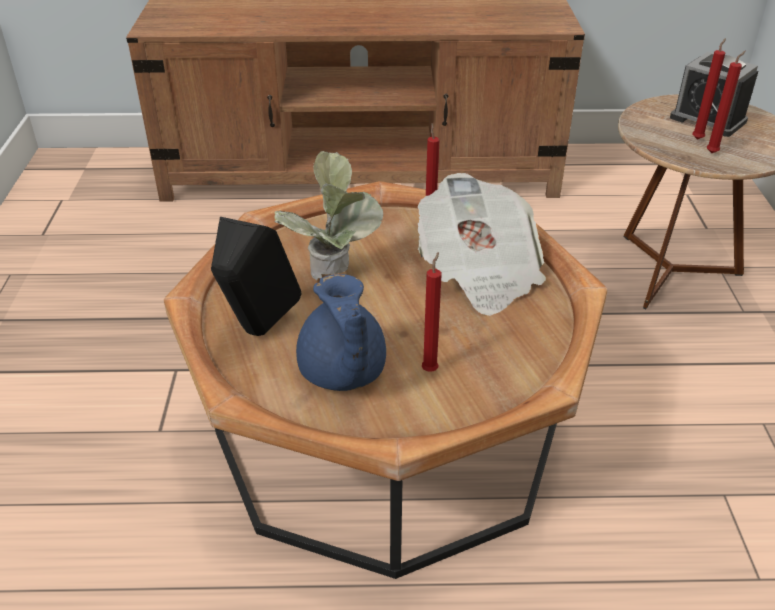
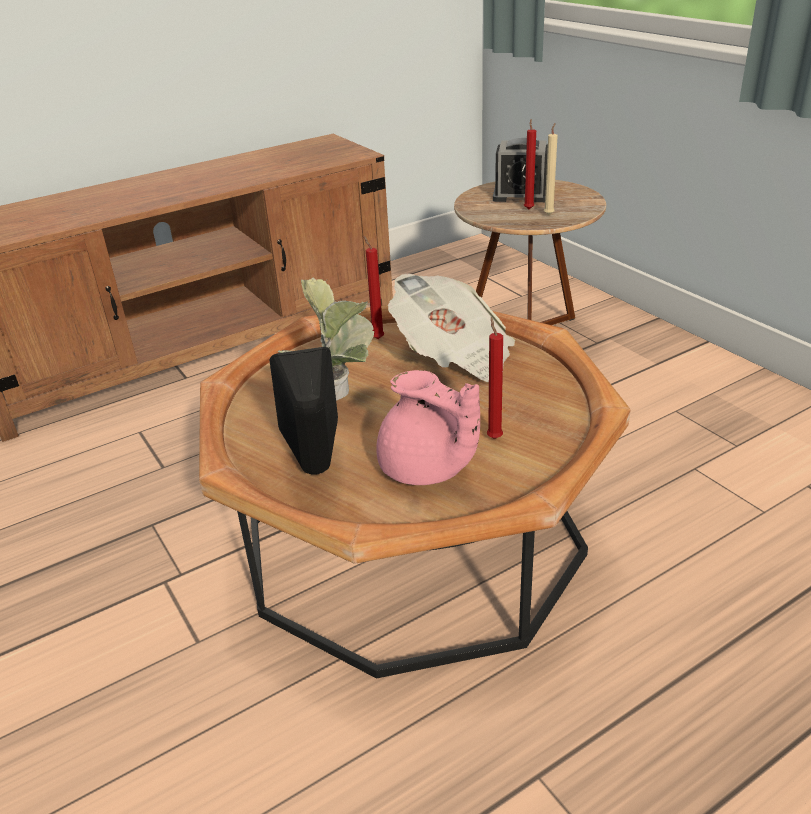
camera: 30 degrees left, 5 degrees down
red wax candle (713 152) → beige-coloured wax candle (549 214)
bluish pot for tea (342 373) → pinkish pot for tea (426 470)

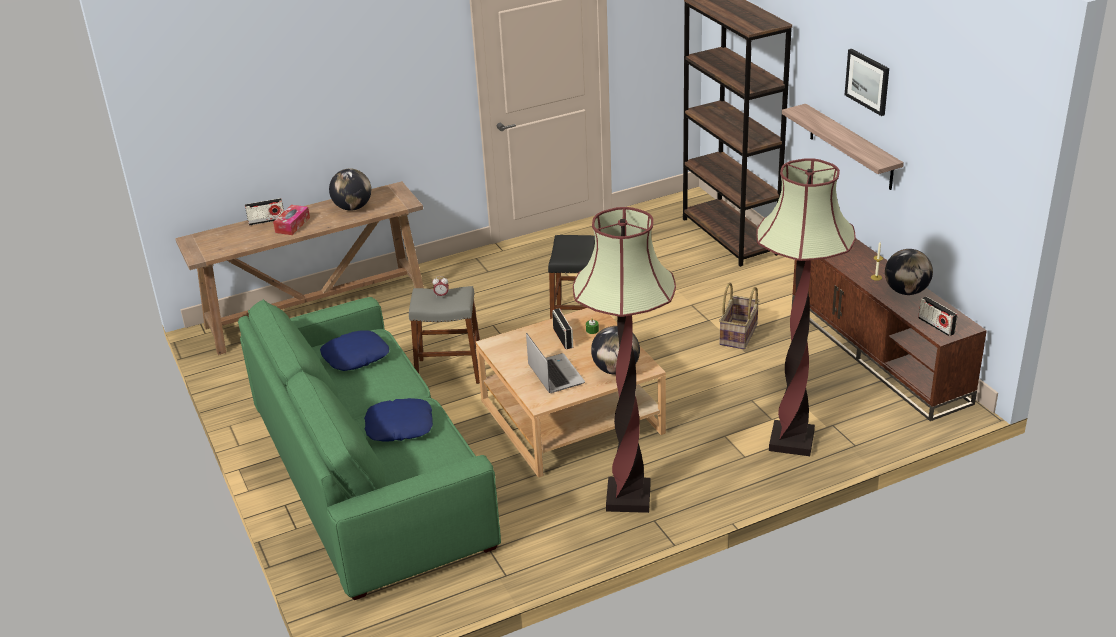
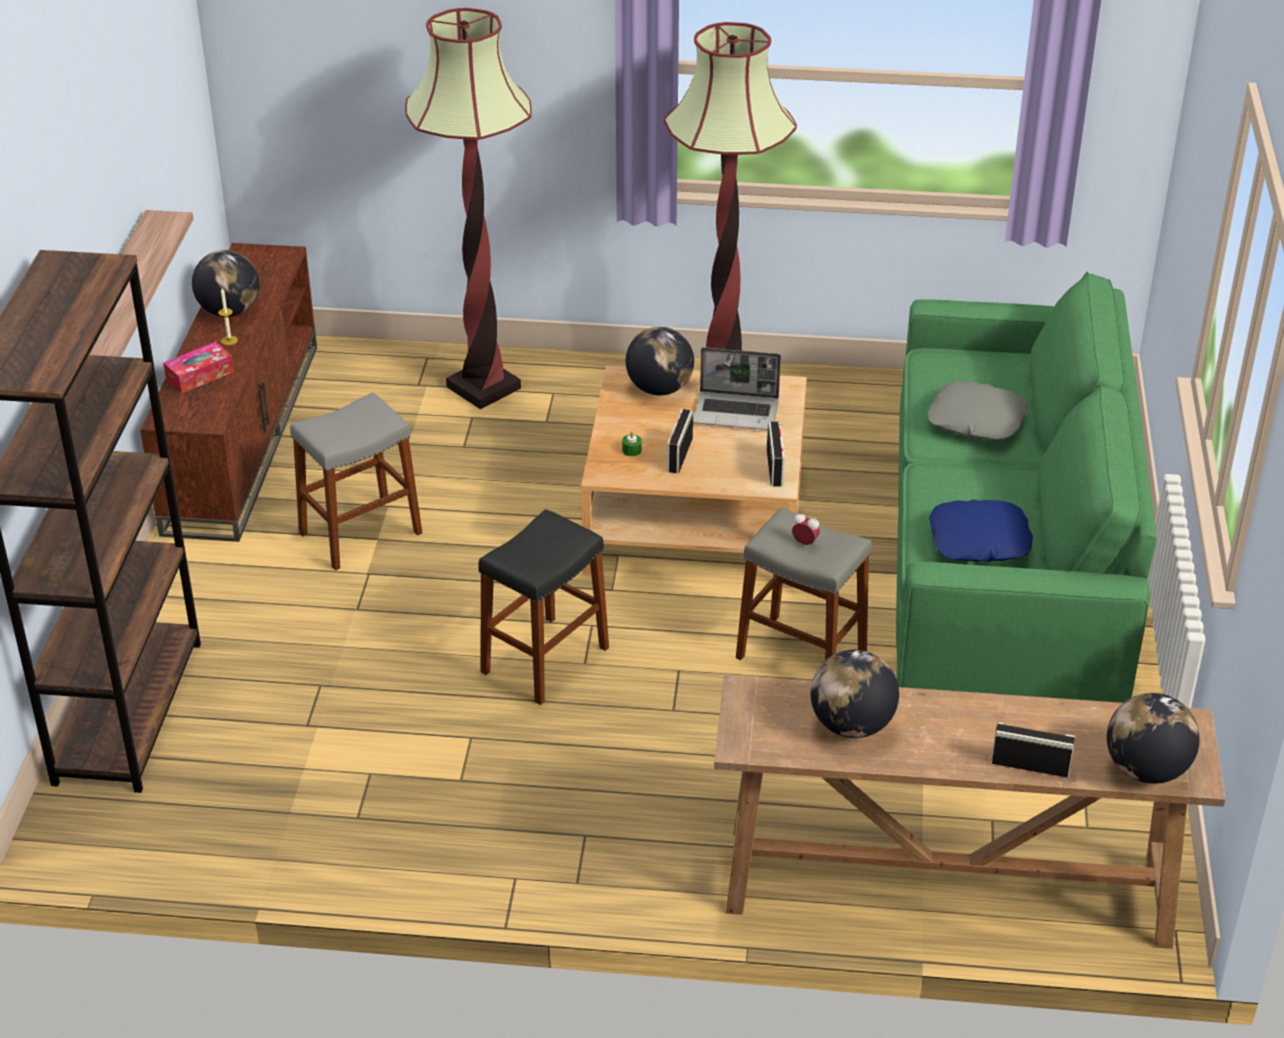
camera: 150 degrees left, 5 degrees up
wall picture (868 81) → -
tissue box (292 225) → tissue box (200 375), shifted
storage basket (739 334) → grey sitting stool (360 533)
radio receiver (936 326) → radio receiver (775 468), shifted
notebook computer (554 374) → notebook computer (737 412), 90 degrees counterclockwise
bluish cushion (399 426) → grey cushion (976 421)
- → globe (1146 770)

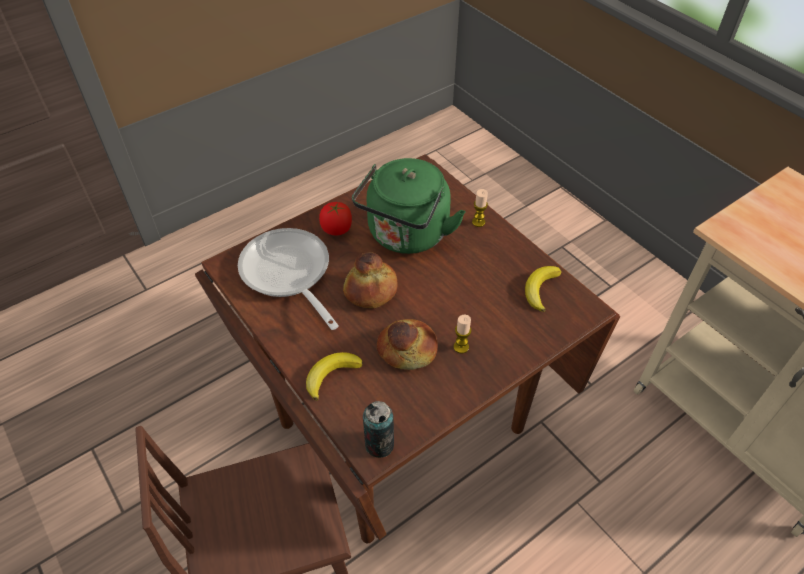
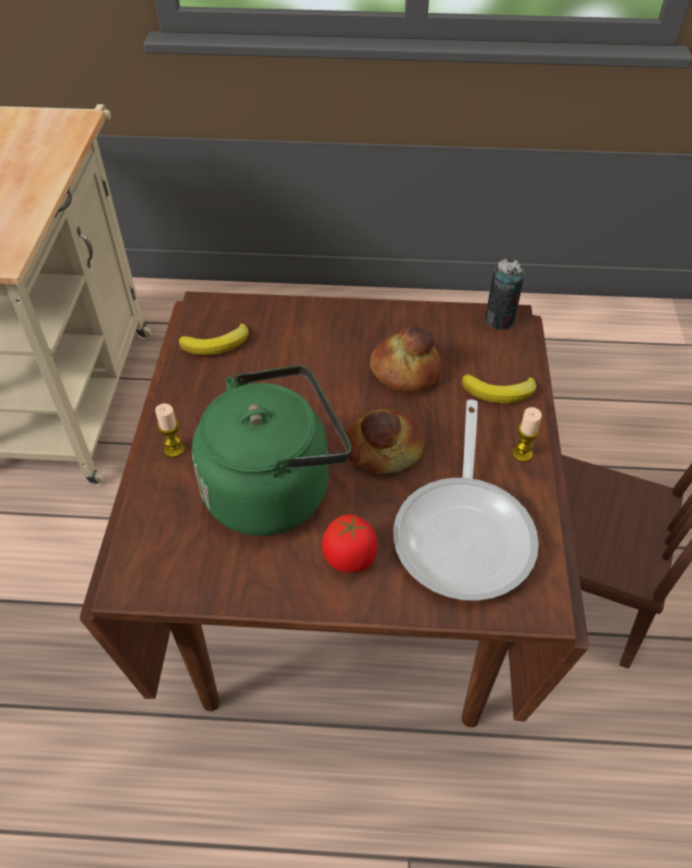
camera: 140 degrees left, 0 degrees up
wax candle (461 347) → wax candle (522 454), shifted

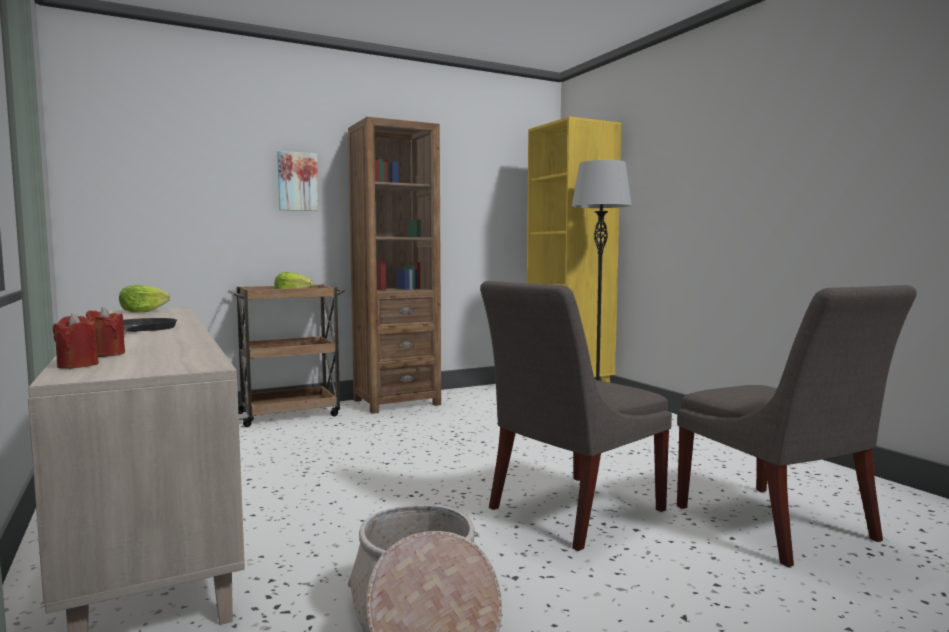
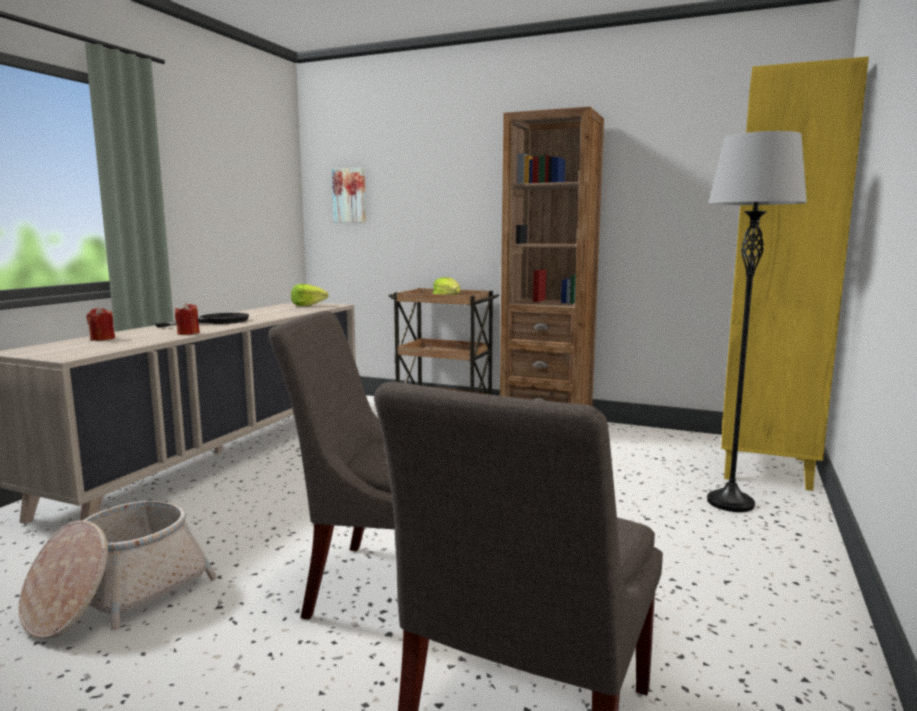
camera: 50 degrees right, 5 degrees up
wall picture (297 181) → wall picture (350 195), shifted
red wax candle (78 365) → red wax candle (188 333), shifted

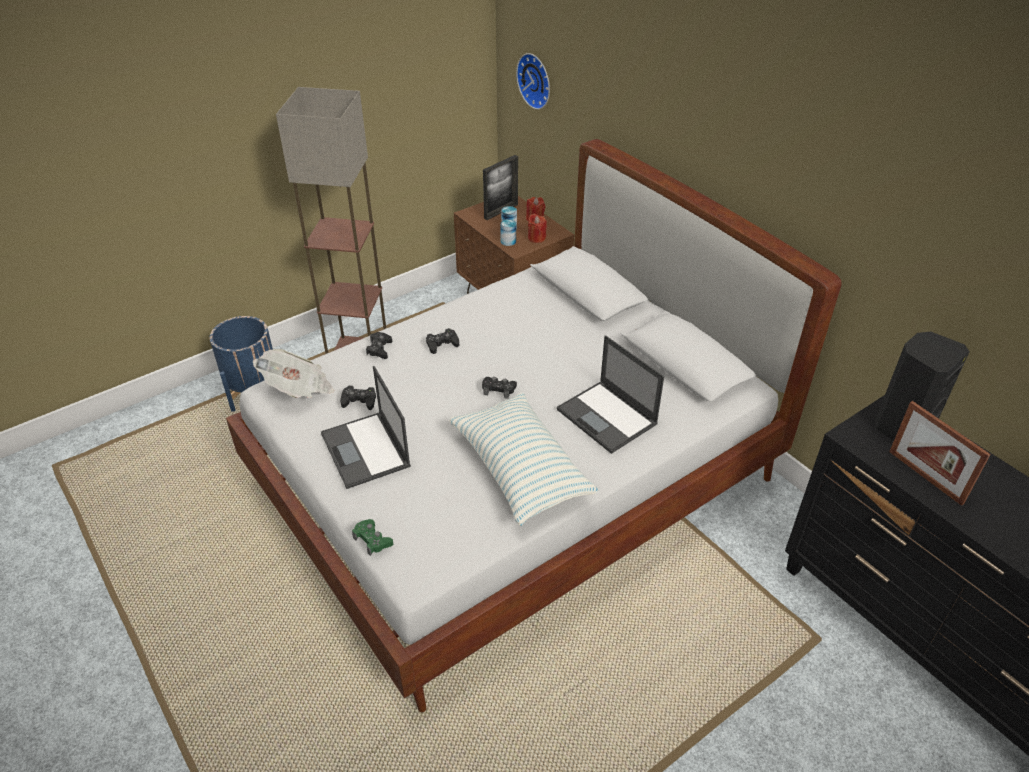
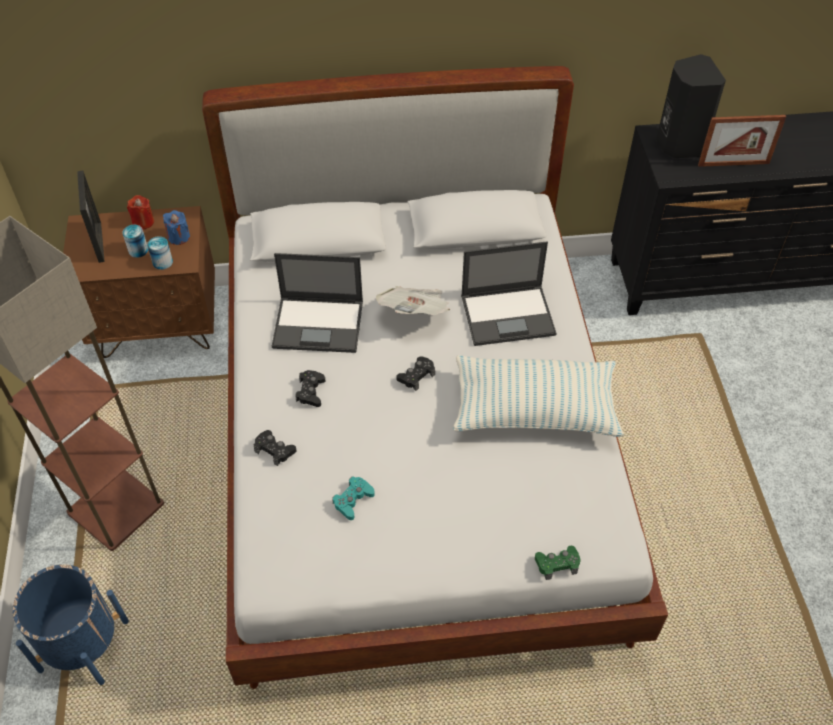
camera: 60 degrees left, 10 degrees up
clock on the wall (536 80) → -
red wax candle (536 238) → bluish wax candle (179 237)
daily paper (298 389) → daily paper (415 313), shifted
notebook computer (366 451) → notebook computer (319 324), shifted
blackish game controller (359 401) → turquoise game controller (353 500)

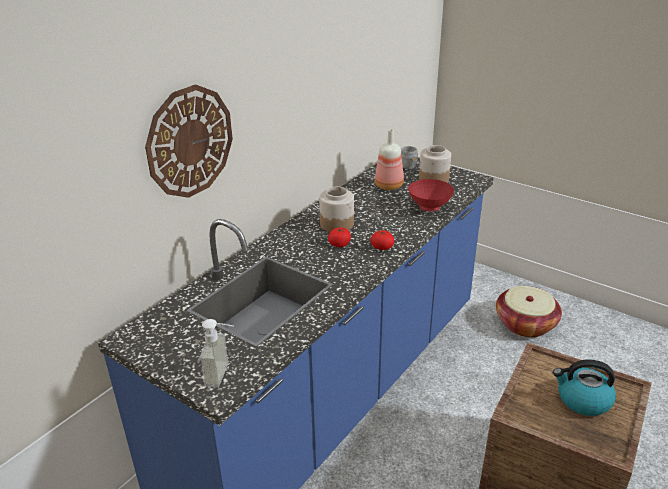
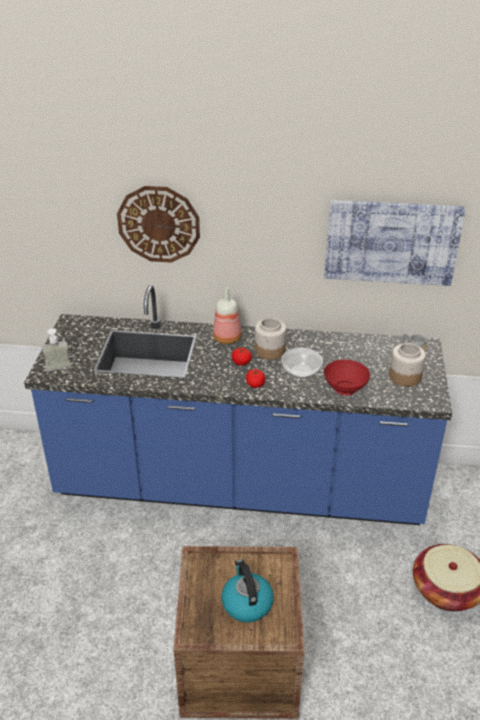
camera: 60 degrees right, 5 degrees up
beverage bottle (389 185) → beverage bottle (228 338), shifted
- → wall picture (391 242)
- → serving bowl (301 371)

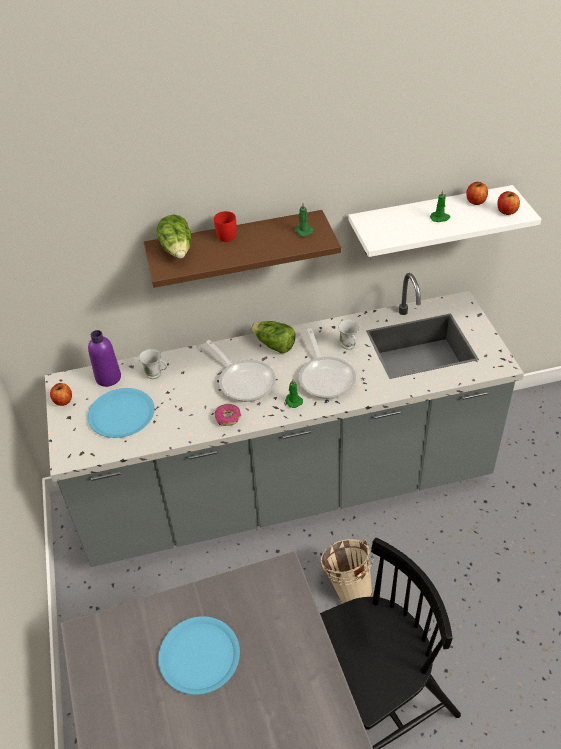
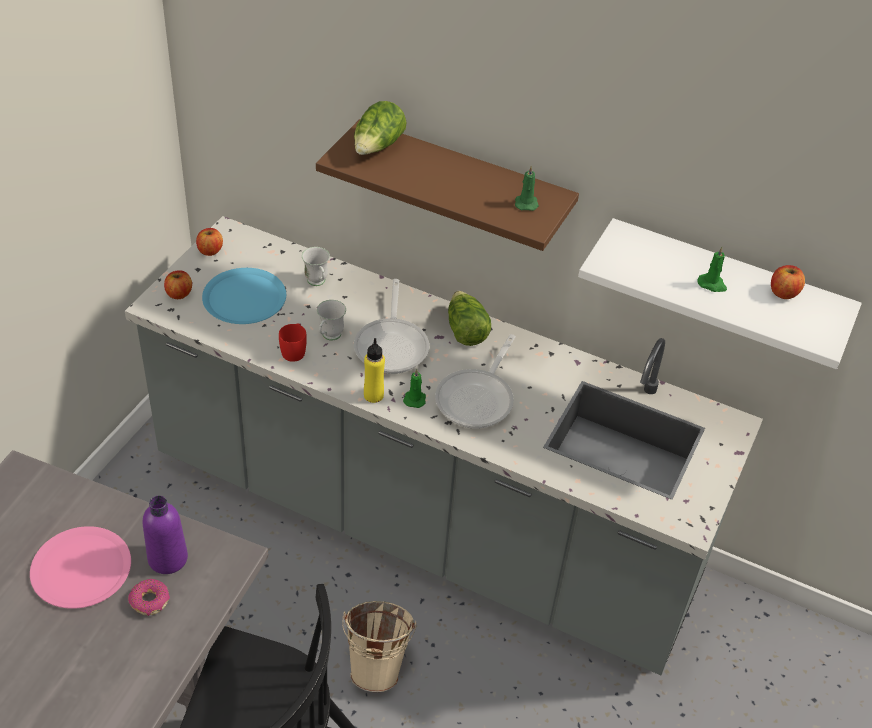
camera: 35 degrees right, 0 degrees up
apple fruit (506 211) → apple fruit (179 294), shifted
red tea mug (224 234) → red tea mug (294 350), shifted
whitish tea mug (349 347) → whitish tea mug (329 337), shifted
purple beverage bottle (108 378) → purple beverage bottle (168 558), shifted
ring doughnut (228 418) → ring doughnut (150 601), shifted
bluish plate (199 655) → pinkish plate (81 569)
- → yellow beverage bottle (373 395)

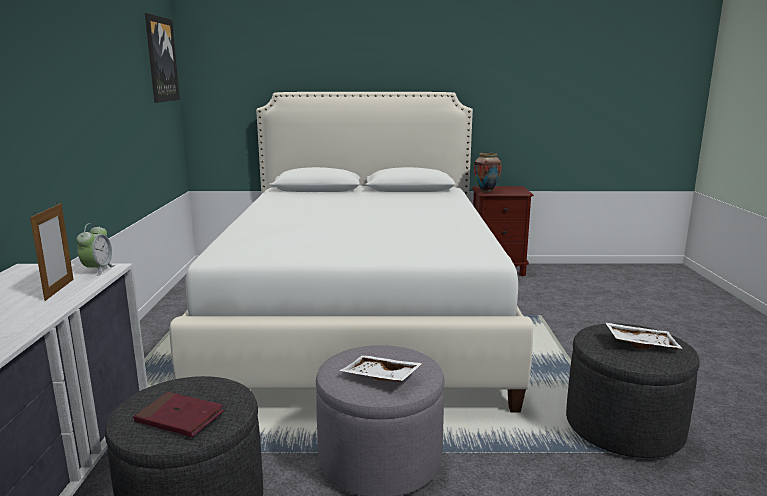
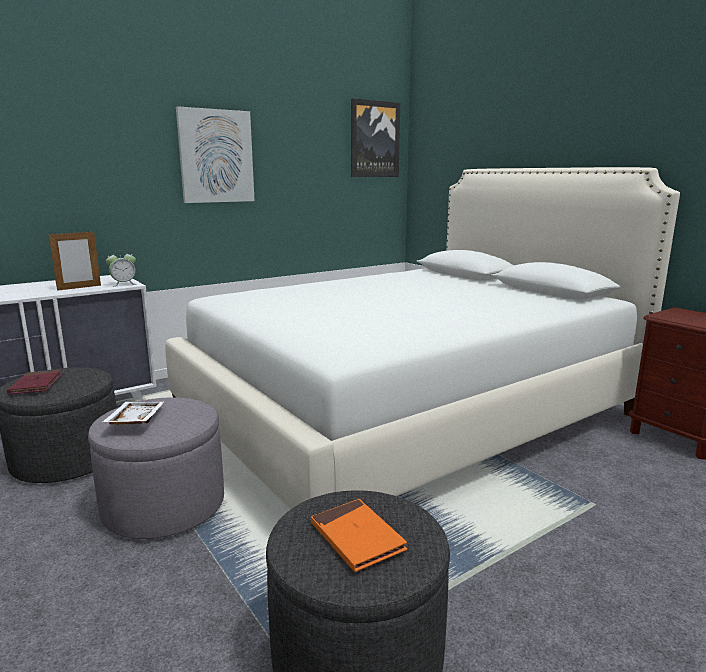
camera: 55 degrees right, 0 degrees up
flower vase (486 191) → -
whitish carrying tray (640 343) → orangey bound book (357 538)
- → wall picture (216 156)

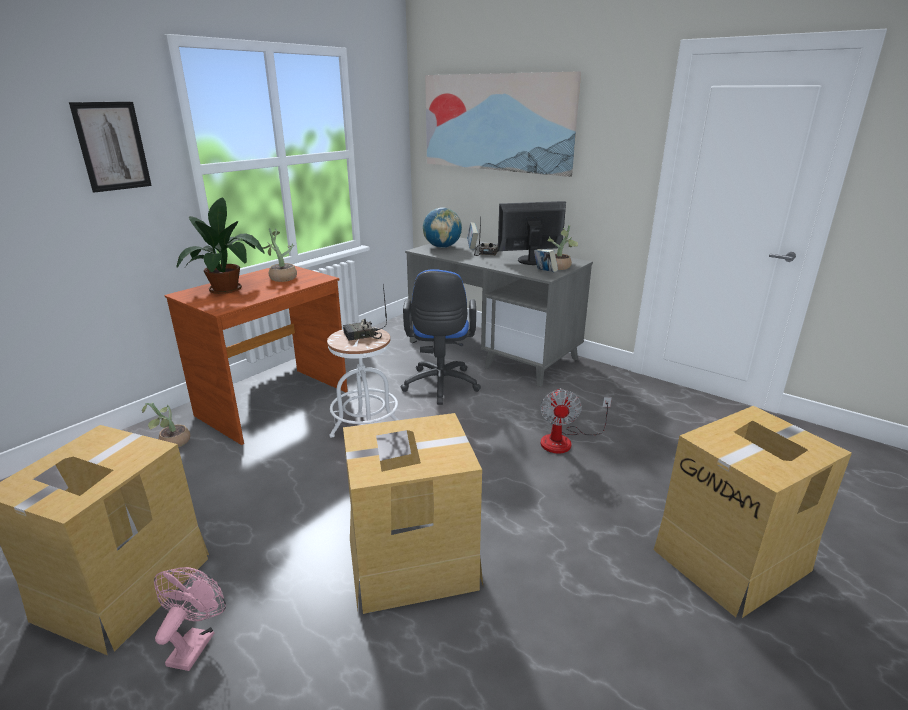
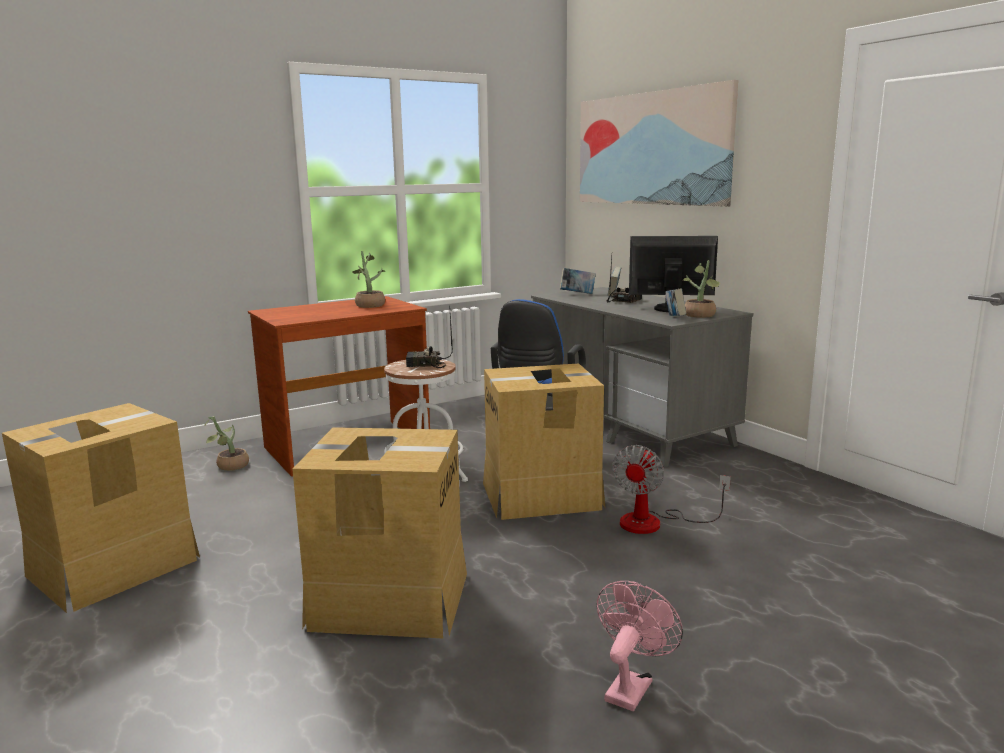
camera: 20 degrees right, 10 degrees down
wall picture (112 146) → -
potted plant (228 288) → -
globe (442 247) → bound book (577 294)
cardboard box (732 559) → cardboard box (542 496), shifted
pinkish cooling fan (195 643) → pinkish cooling fan (631 686), shifted

